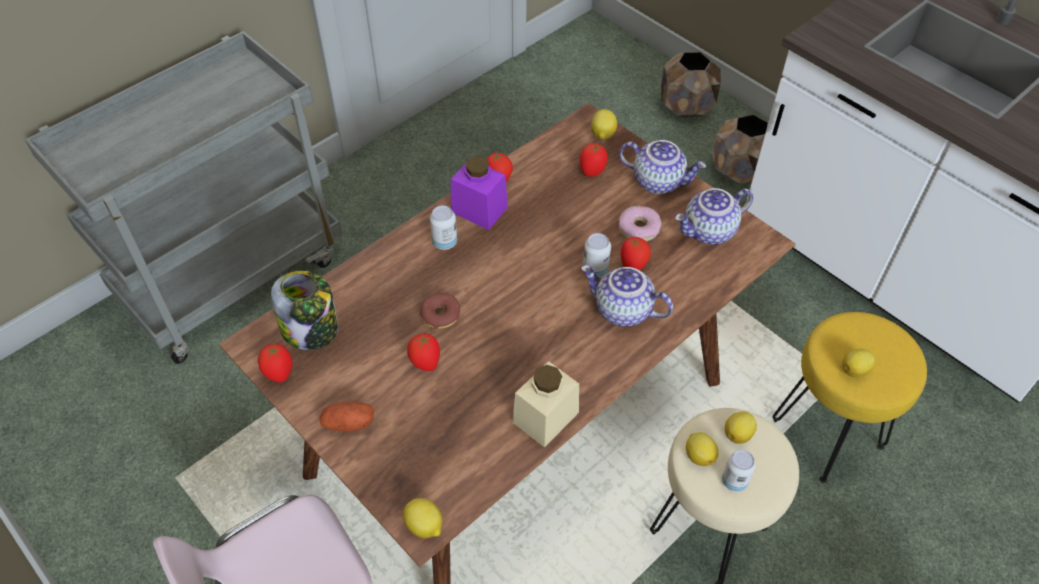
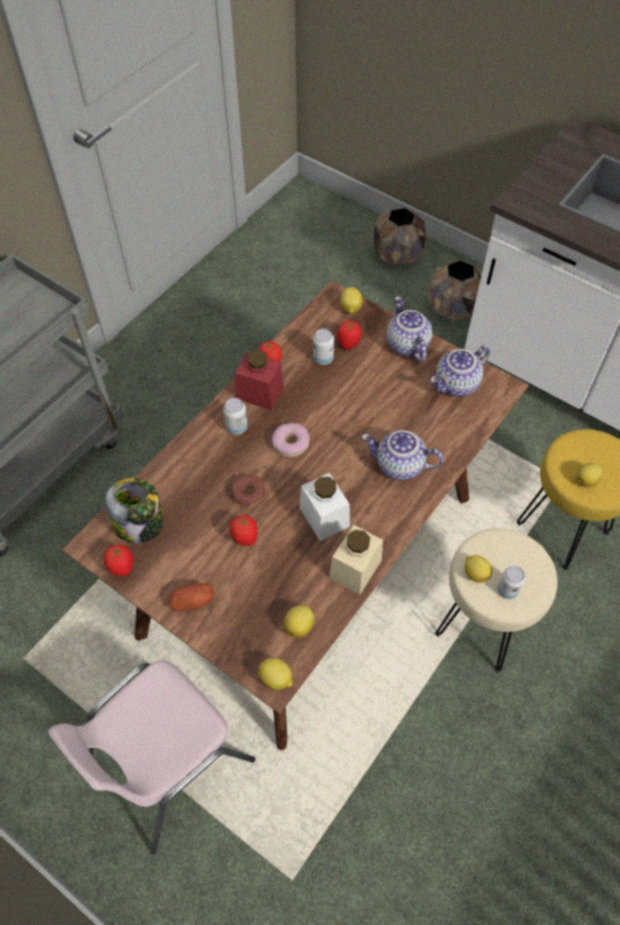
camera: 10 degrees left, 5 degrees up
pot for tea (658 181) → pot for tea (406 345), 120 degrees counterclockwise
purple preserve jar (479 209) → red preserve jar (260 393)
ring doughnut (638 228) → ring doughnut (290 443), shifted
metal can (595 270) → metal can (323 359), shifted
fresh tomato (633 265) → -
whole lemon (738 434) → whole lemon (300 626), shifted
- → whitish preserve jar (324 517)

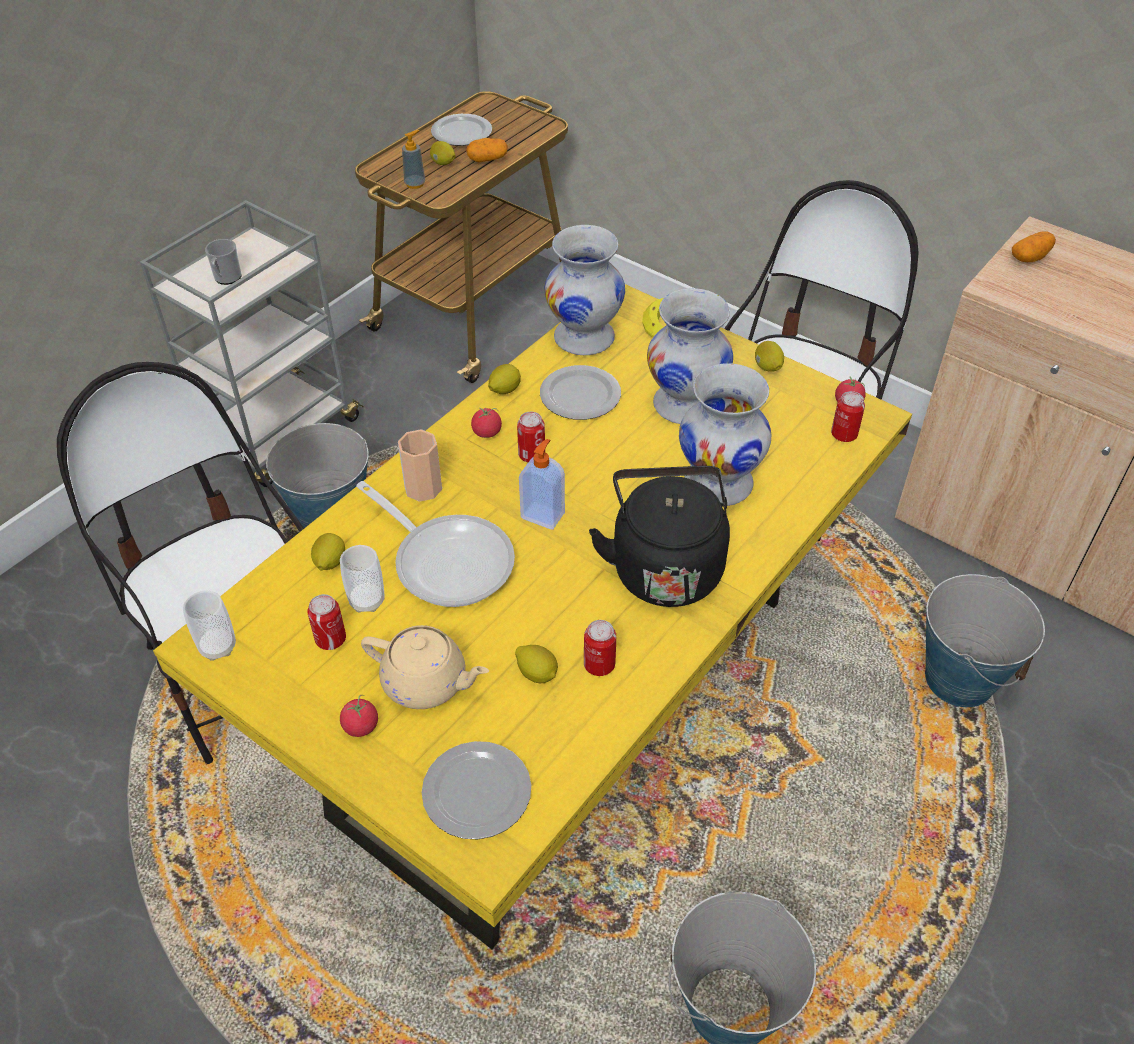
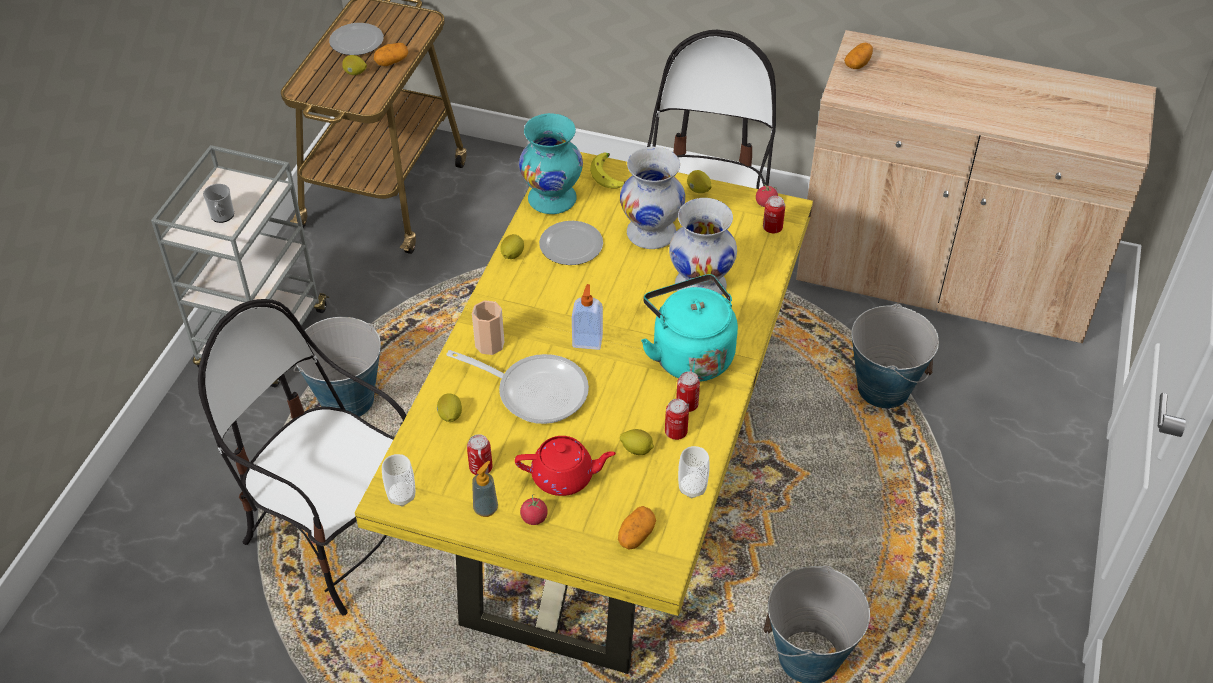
camera: 20 degrees left, 0 degrees up
soap bottle (415 184) → soap bottle (485 508), shifted
whitish flower vase (585 338) → turquoise flower vase (553 199)
fresh tomato (487 432) → -
metal can (531 455) → metal can (687 405), shifted
blackish kettle (665 566) → turquoise kettle (689 354)
drinking cup (367 600) → drinking cup (692 488), shifted
beige-coloured pot for tea (427 682) → red pot for tea (564 477)
plate (478 793) → spud (636 535)

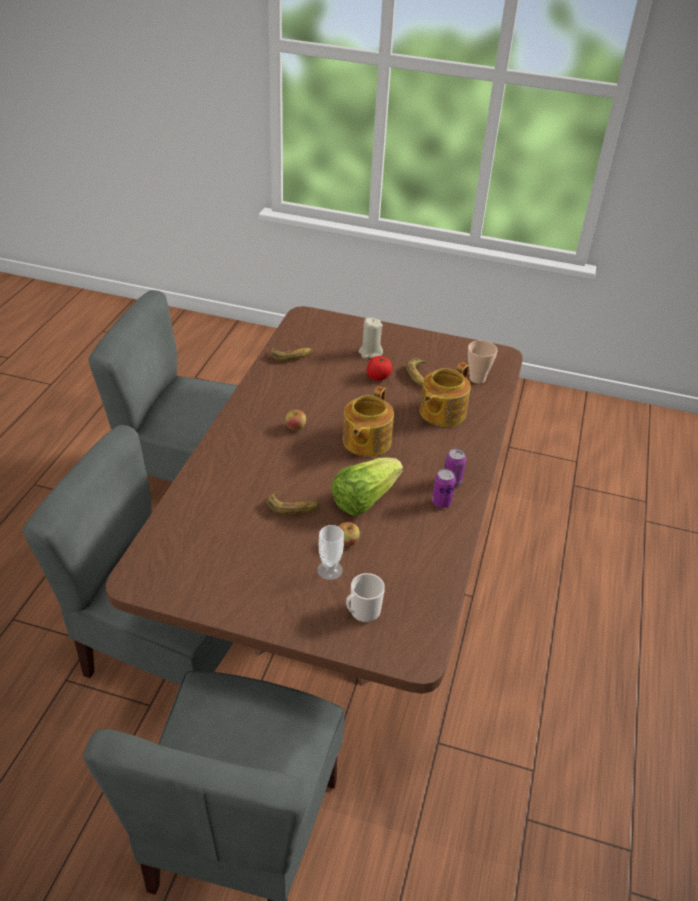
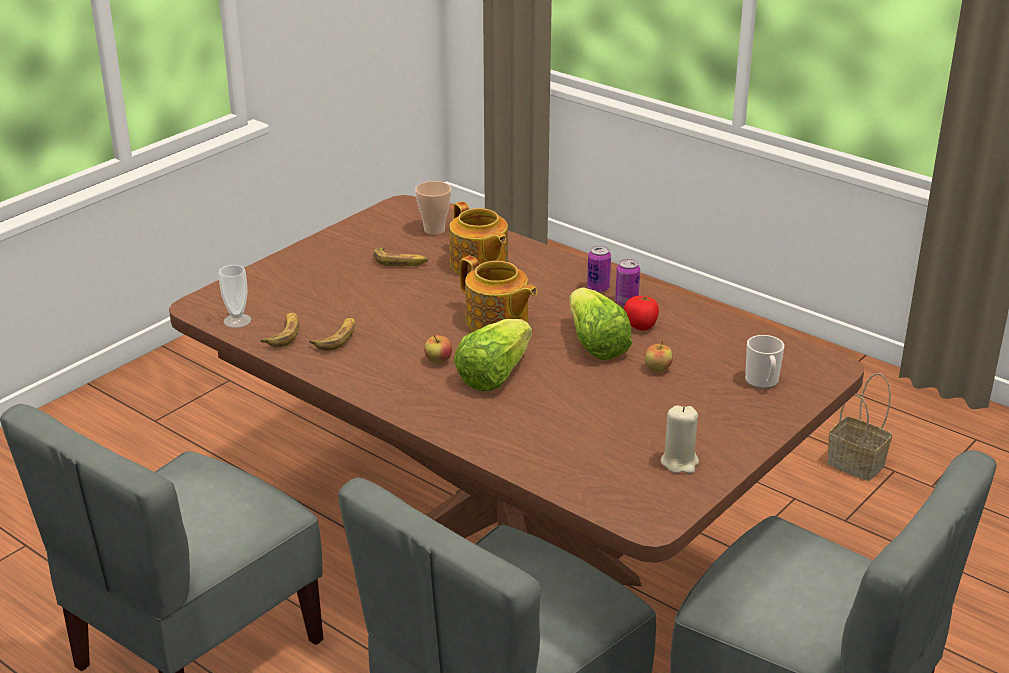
camera: 65 degrees left, 10 degrees down
beige-coloured wax candle (370 352) → beige-coloured wax candle (679 462), shifted
fresh tomato (378 377) → fresh tomato (641 325), shifted
banana (293 507) → banana (337 338), shifted
drinking cup (329 570) → drinking cup (237 321), shifted
- → lettuce head (494 375)
- → storage basket (858 464)

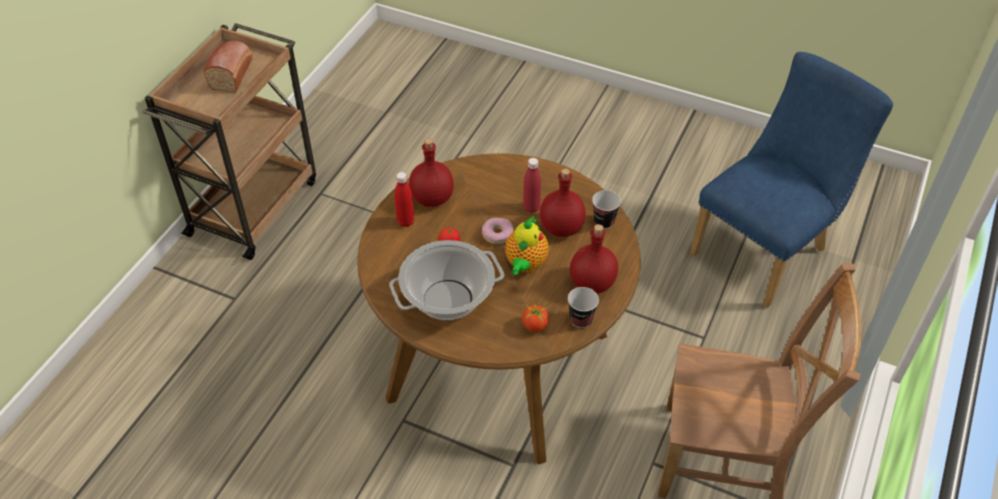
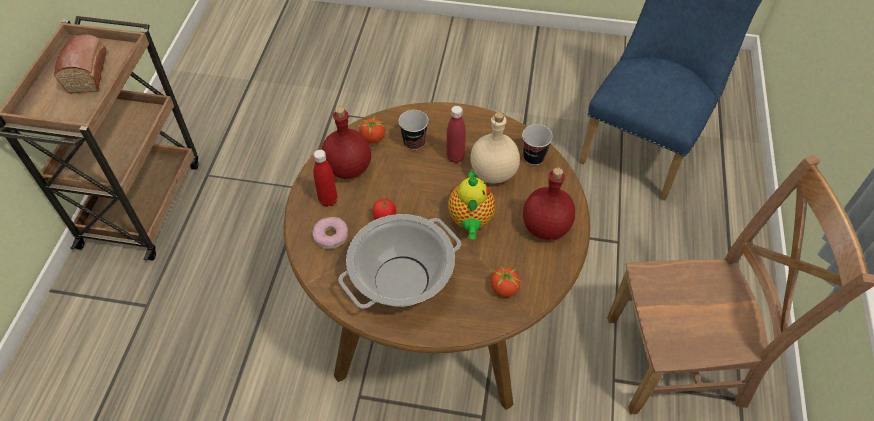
camera: 15 degrees left, 5 degrees up
red beverage bottle (561 228) → beige-coloured beverage bottle (493 173)
ring doughnut (497 234) → ring doughnut (331 236), shifted
drinking cup (581 320) → drinking cup (414 142), shifted
- → fresh tomato (372 138)

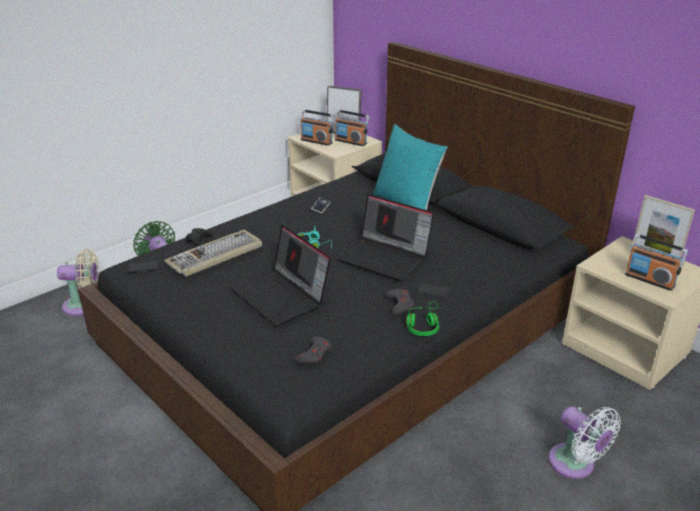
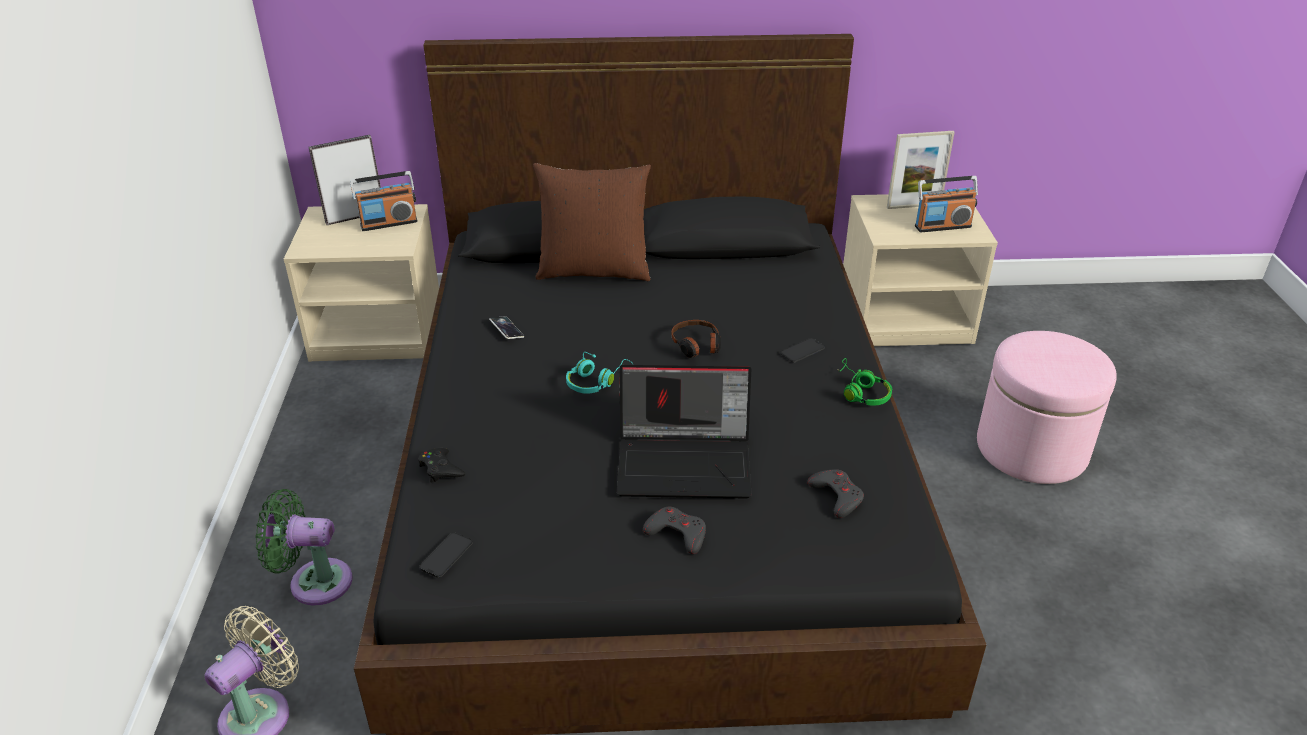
camera: 50 degrees left, 5 degrees up
radio receiver (316 141) → -
turquoise cushion (406 204) → brown-coloured cushion (594 270)
notebook computer (385 258) → headset (697 346)
PC keyboard (215 256) → -
grey game controller (399 304) → grey game controller (677 533), shifted
whitish cooling fan (575 465) → pinkish footrest (1031 449)

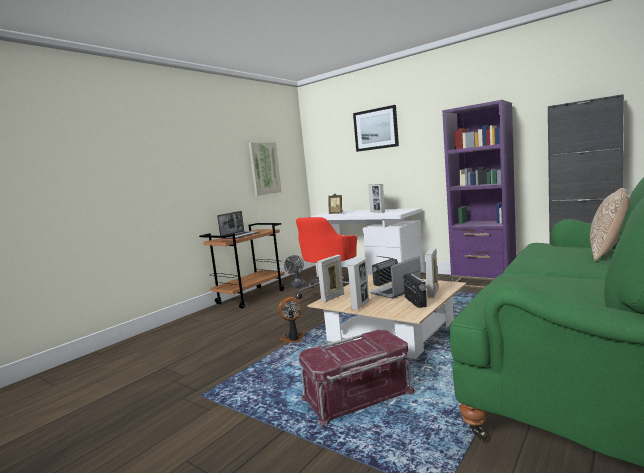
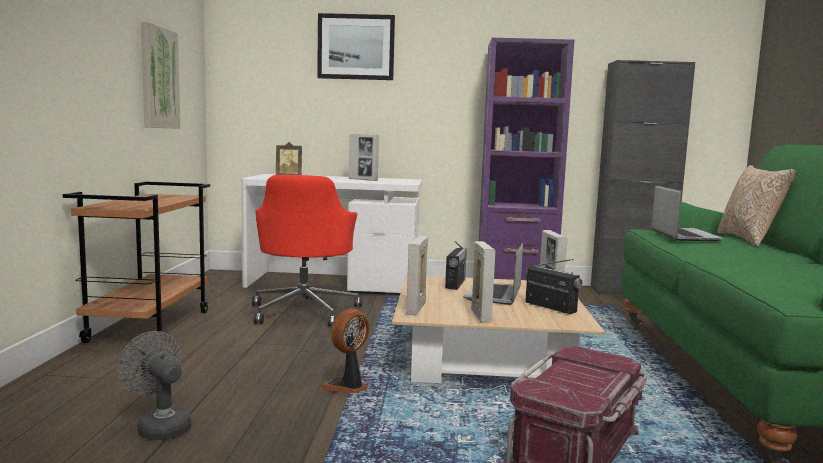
camera: 35 degrees left, 0 degrees up
notebook computer (240 235) → notebook computer (683 235), shifted
grey cooling fan (297 285) → grey cooling fan (159 426), shifted

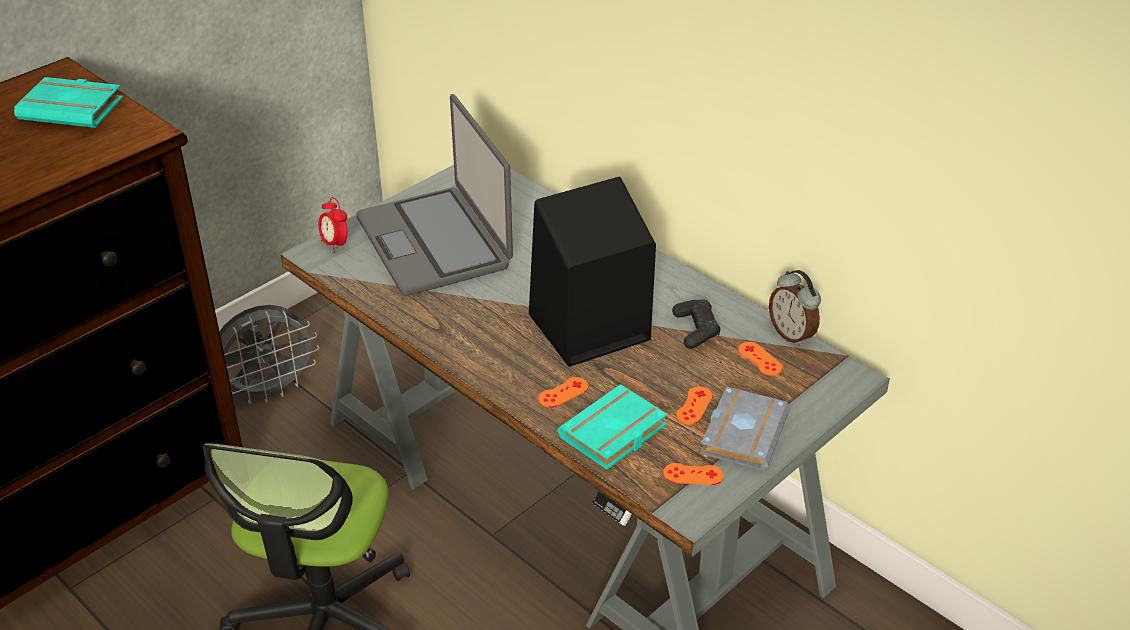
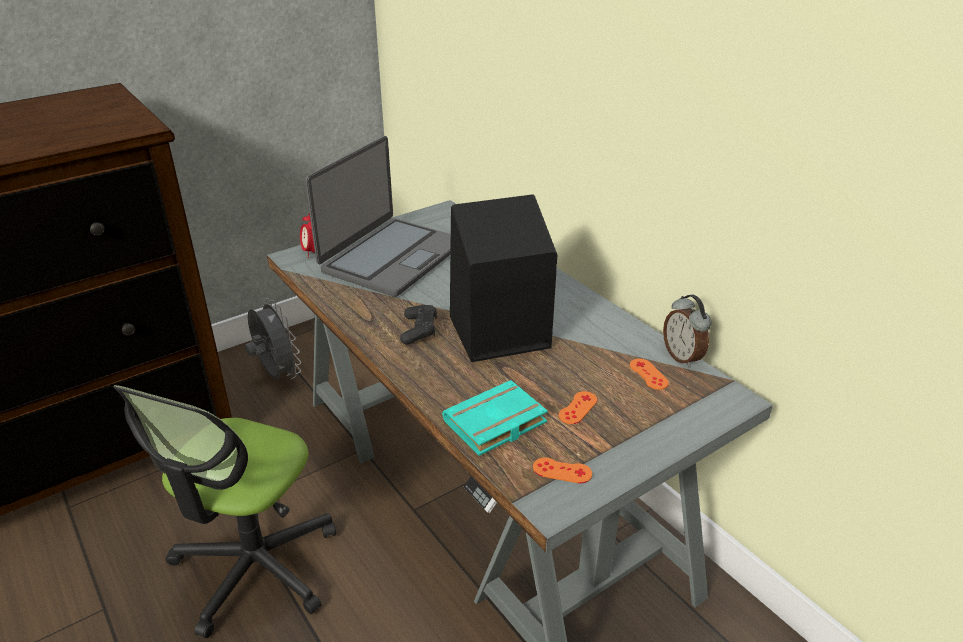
camera: 10 degrees right, 5 degrees down
turquoise bound book (74 109) → -
notebook computer (435 242) → notebook computer (391 257), 135 degrees counterclockwise
blackish game controller (696 330) → blackish game controller (419 330), shifted
grey cooling fan (269 390) → grey cooling fan (276 375), 105 degrees counterclockwise
orangey game controller (563 392) → -
grey bound book (741 432) → -

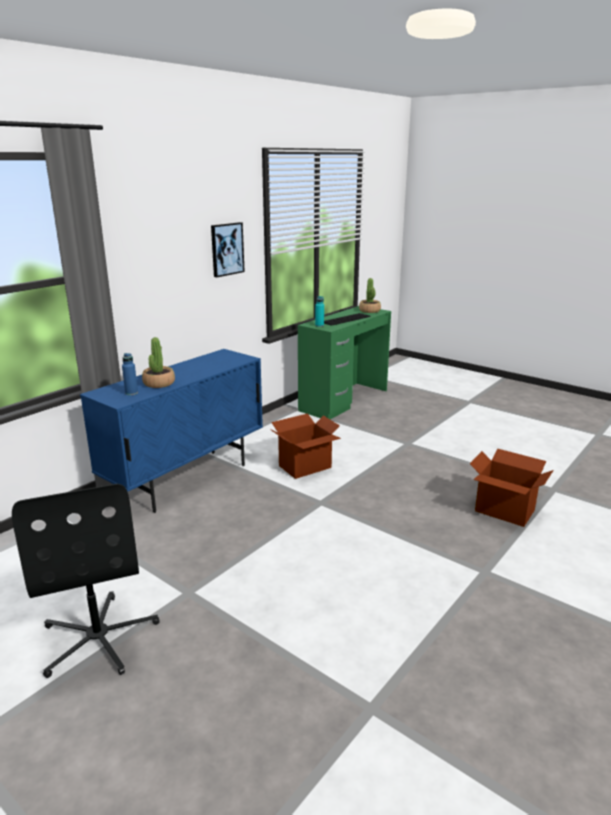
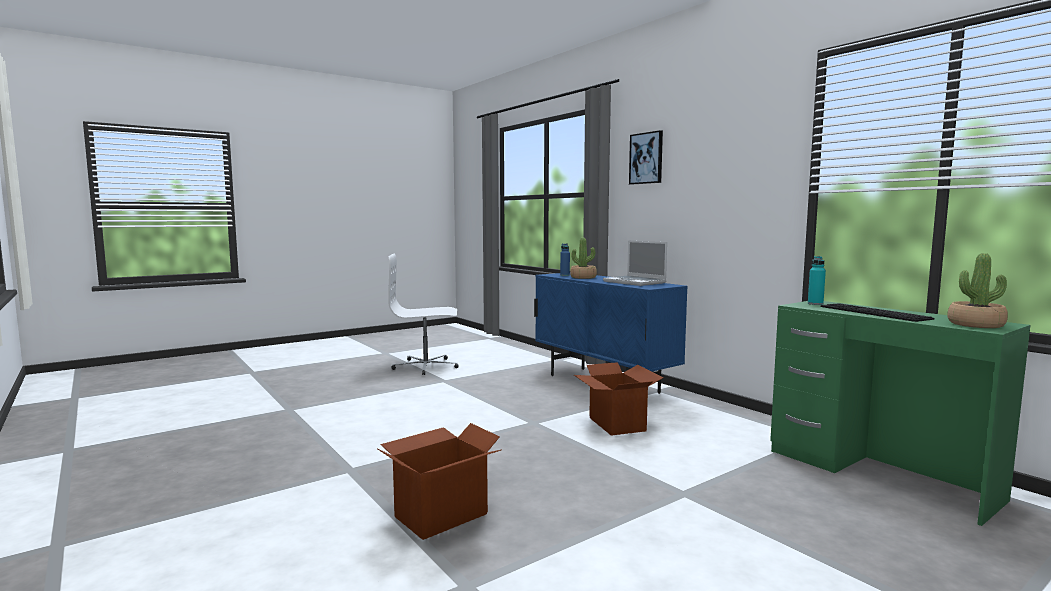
camera: 105 degrees right, 15 degrees down
wall picture (226 249) → wall picture (646 158), shifted
blackish office chair (99 637) → whitish office chair (426 366)
- → notebook computer (635 282)

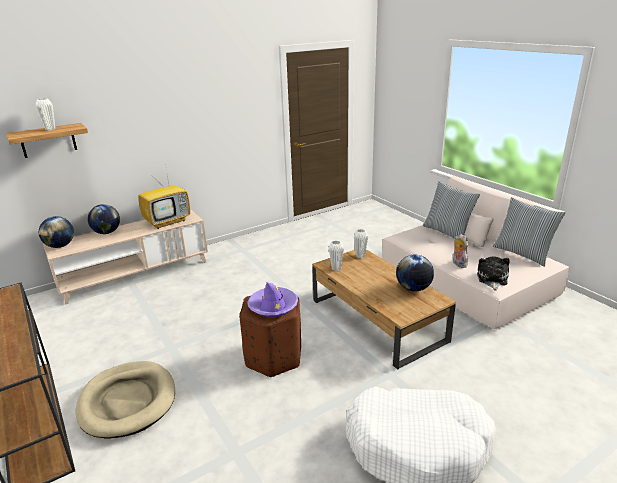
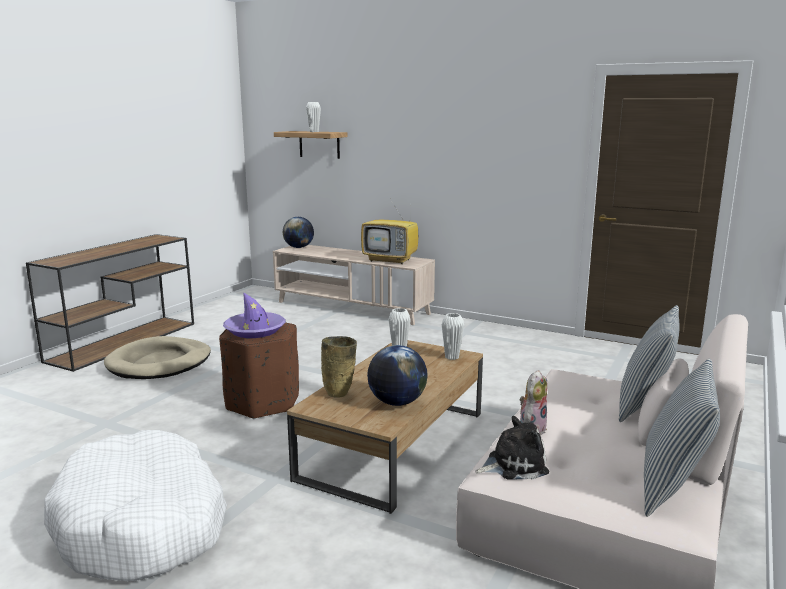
camera: 60 degrees right, 10 degrees down
globe (107 232) → -
- → beige-coloured flower vase (340 394)

